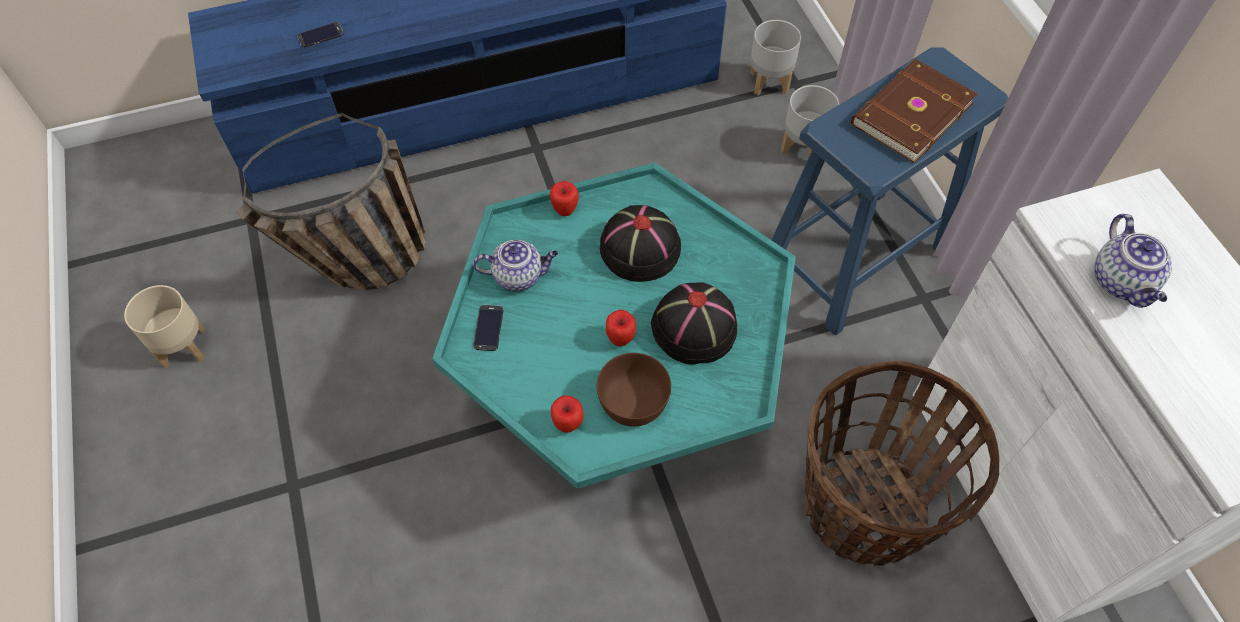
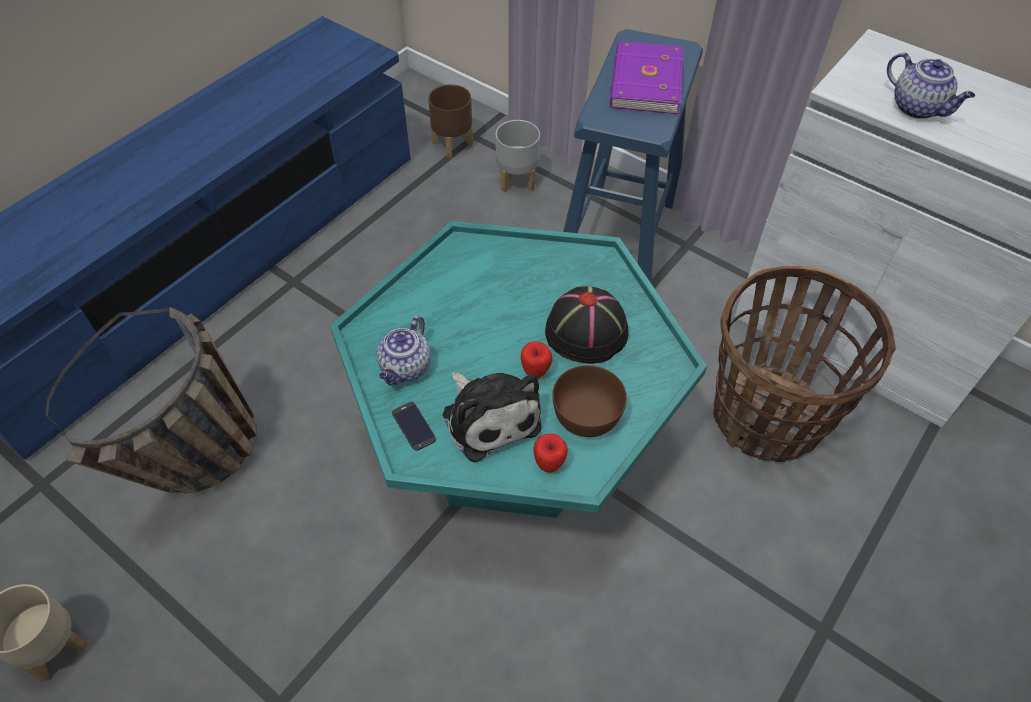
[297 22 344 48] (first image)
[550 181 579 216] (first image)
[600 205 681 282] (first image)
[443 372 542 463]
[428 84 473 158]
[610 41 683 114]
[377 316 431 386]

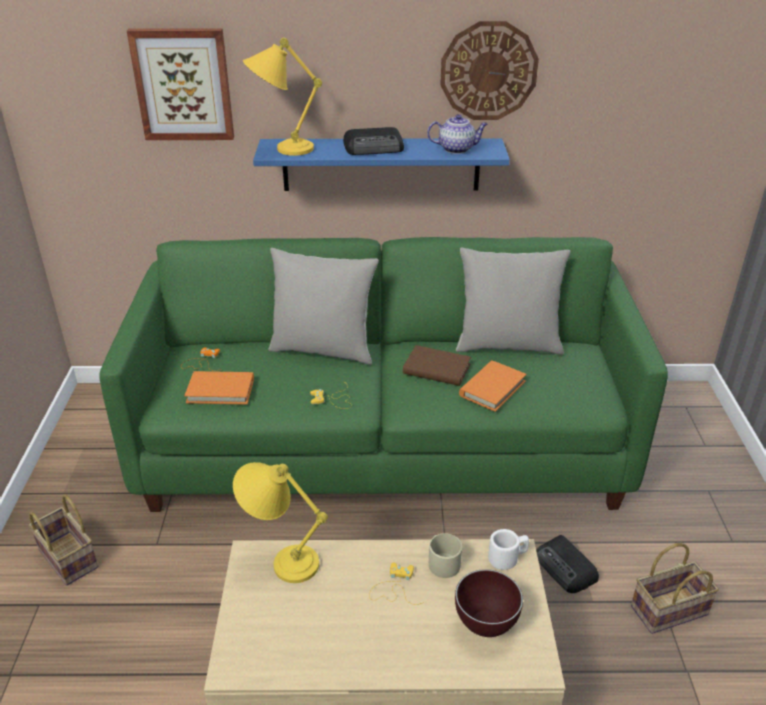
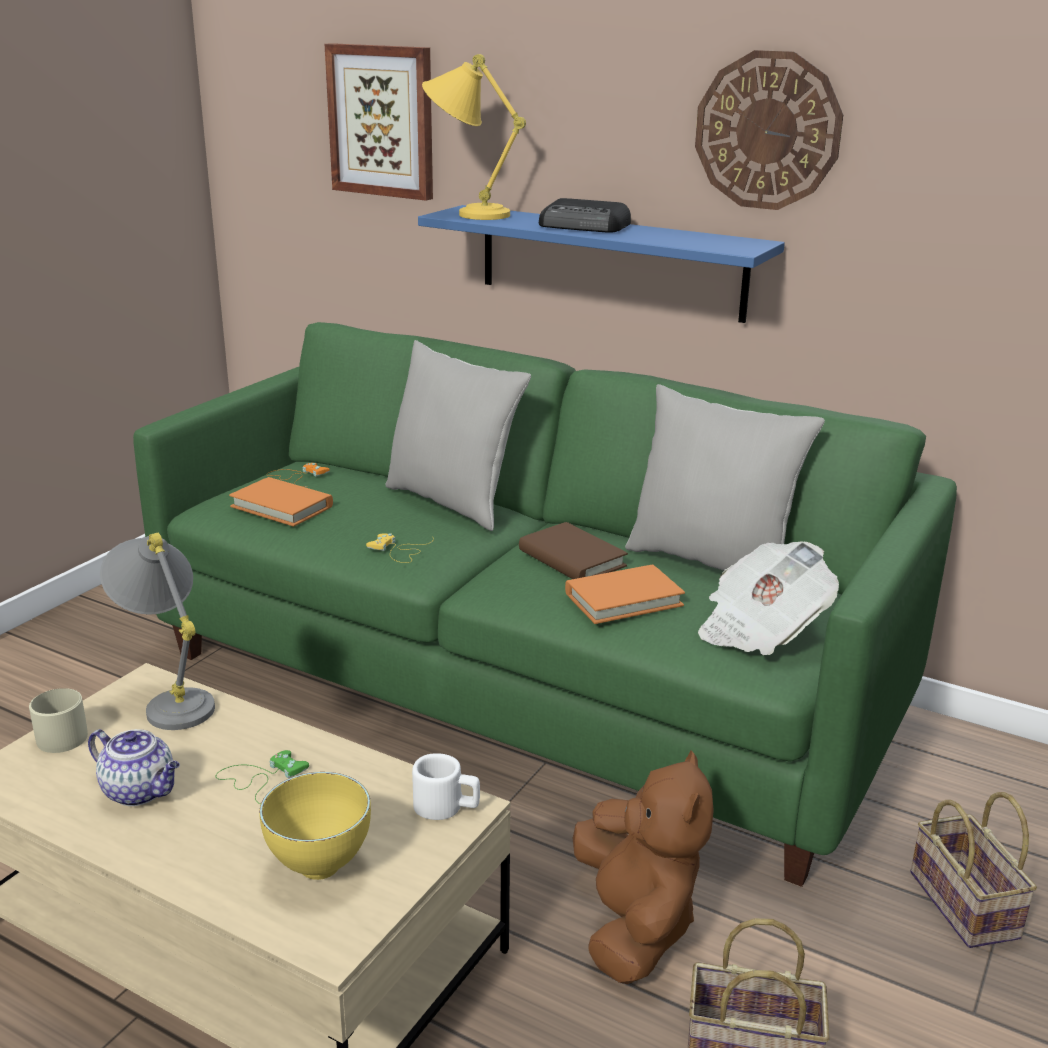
[698 541 839 655]
[910 792 1037 948]
[88 729 180 806]
[29 688 88 753]
[573 750 714 984]
[100 533 215 730]
[216 750 309 805]
[259 772 371 880]

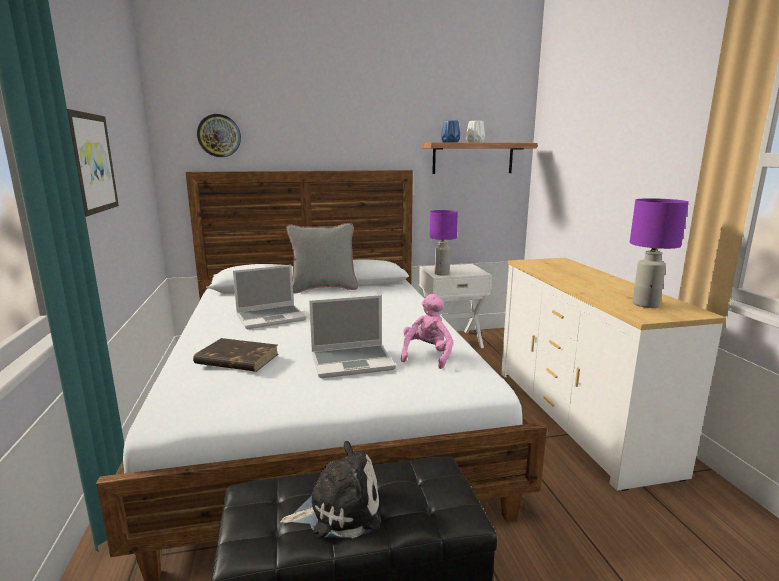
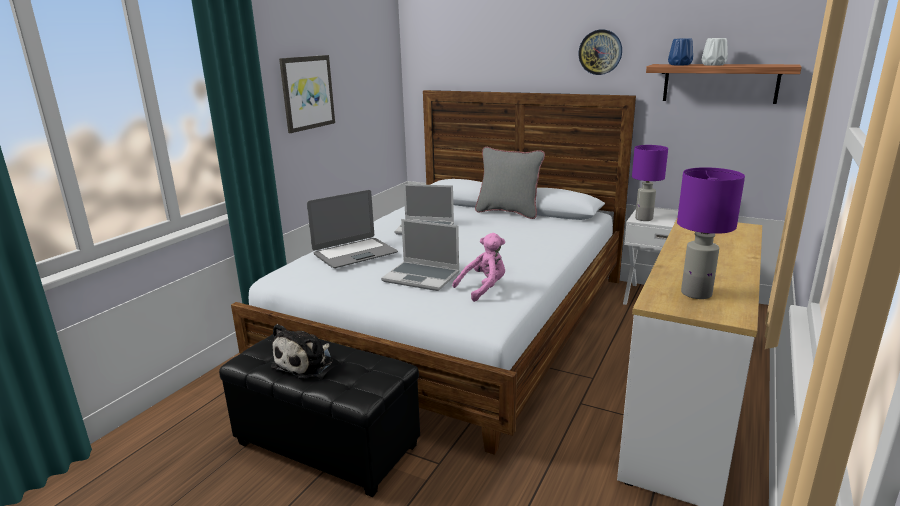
[578 30 622 75]
[307 190 398 268]
[271 324 333 379]

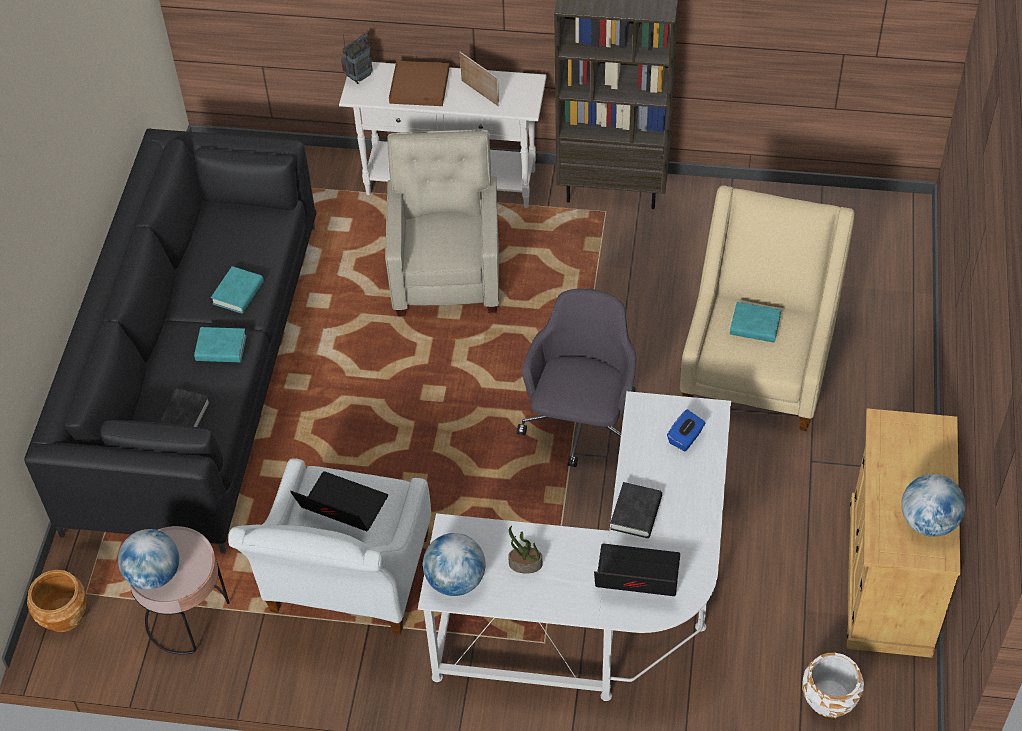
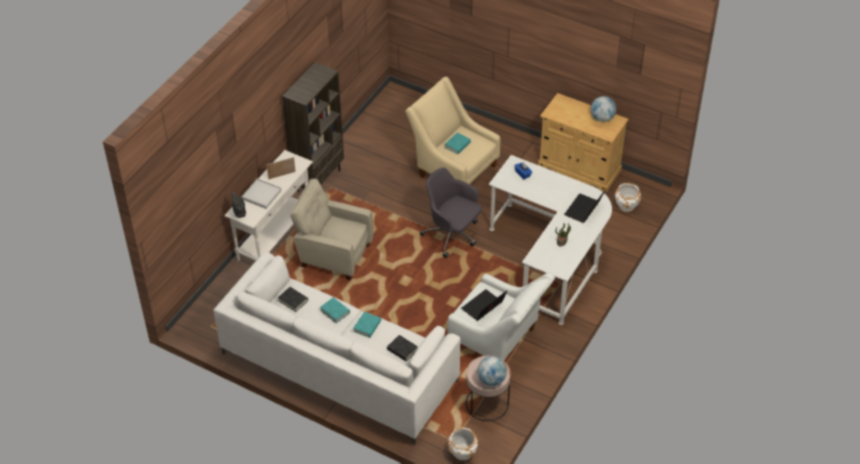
[423 533 486 596] (first image)
[278 287 308 312]
[213 252 460 445]
[448 428 478 461]
[242 179 282 209]

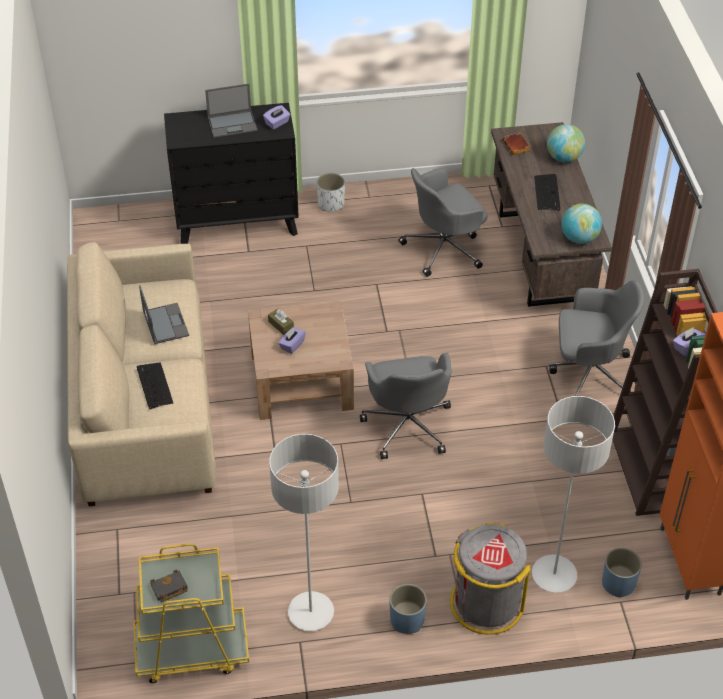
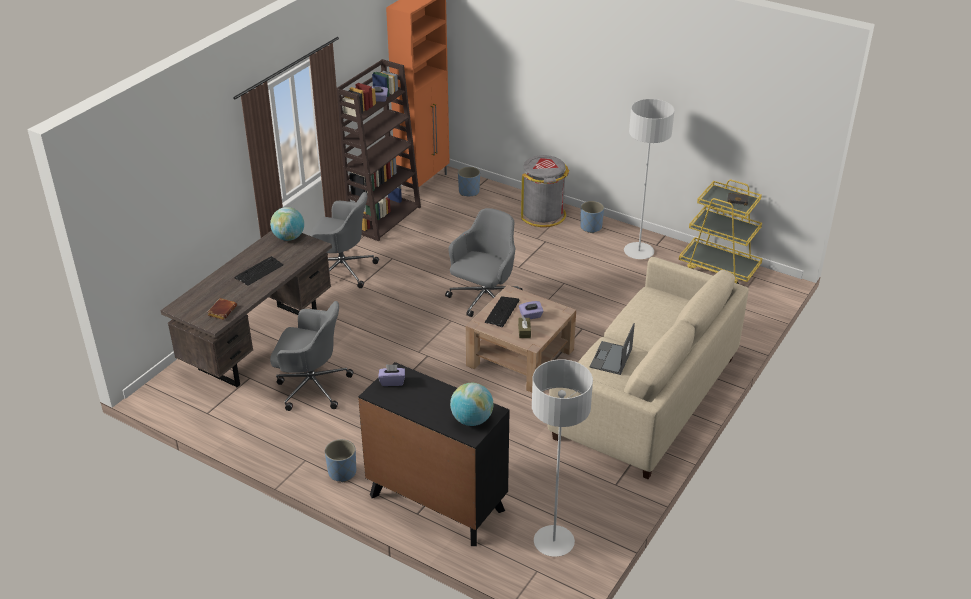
[205 83 258 138] (first image)
[484 296 520 327]
[532 359 593 557]
[450 383 493 426]
[325 439 356 482]
[309 192 379 288]

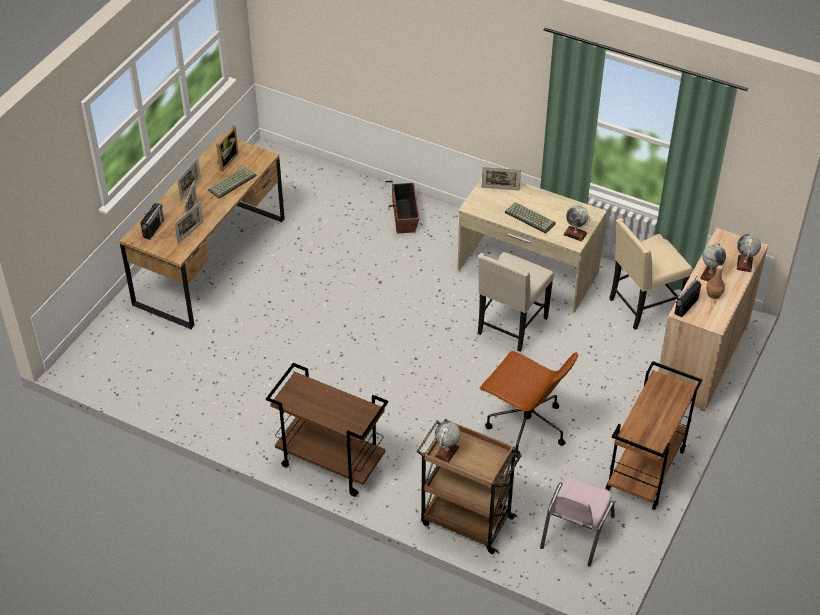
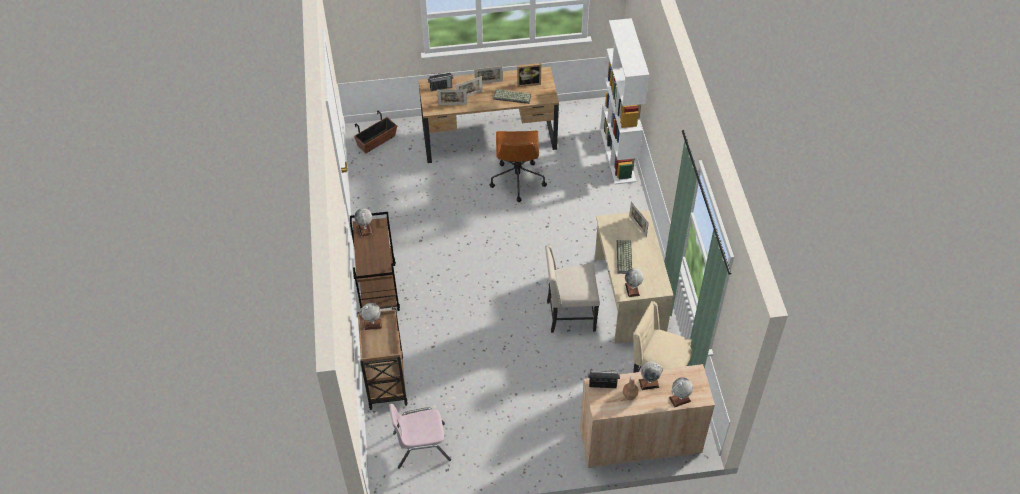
[605 361 703 510] (first image)
[354 208 372 237]
[600 18 649 184]
[354 111 397 153]
[490 131 547 202]

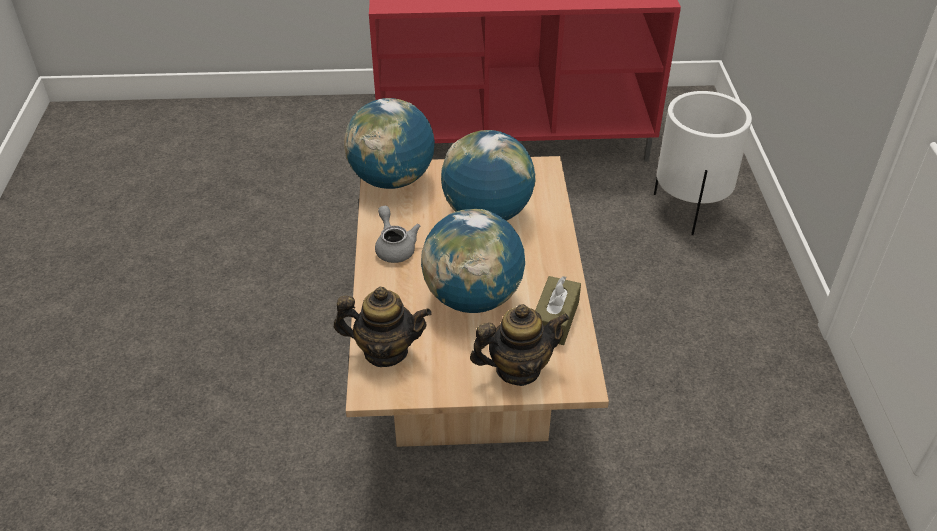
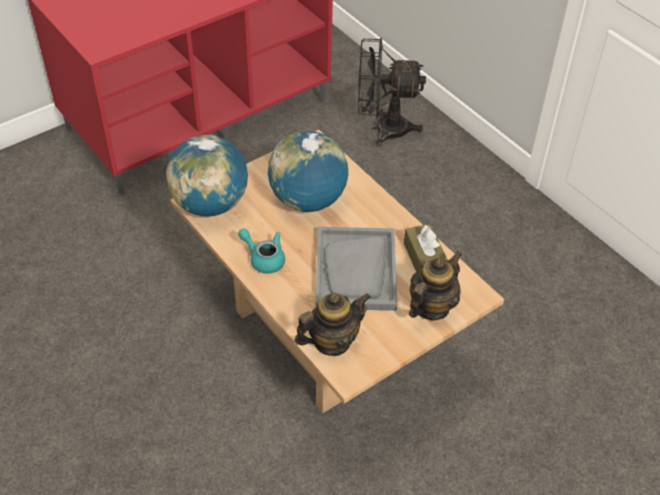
[315 227 397 311]
[358 38 426 146]
[238 228 285 274]

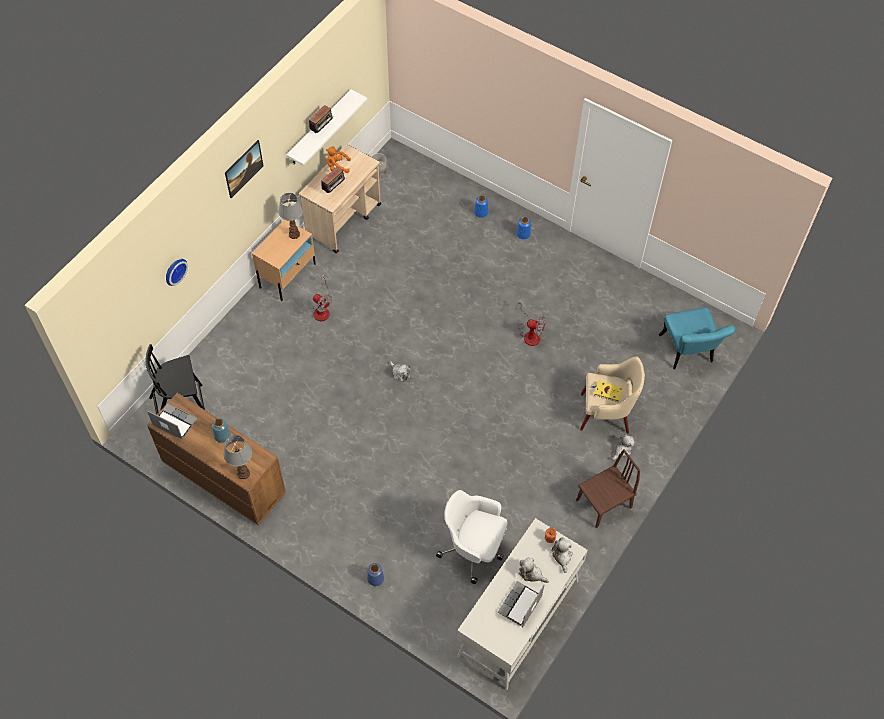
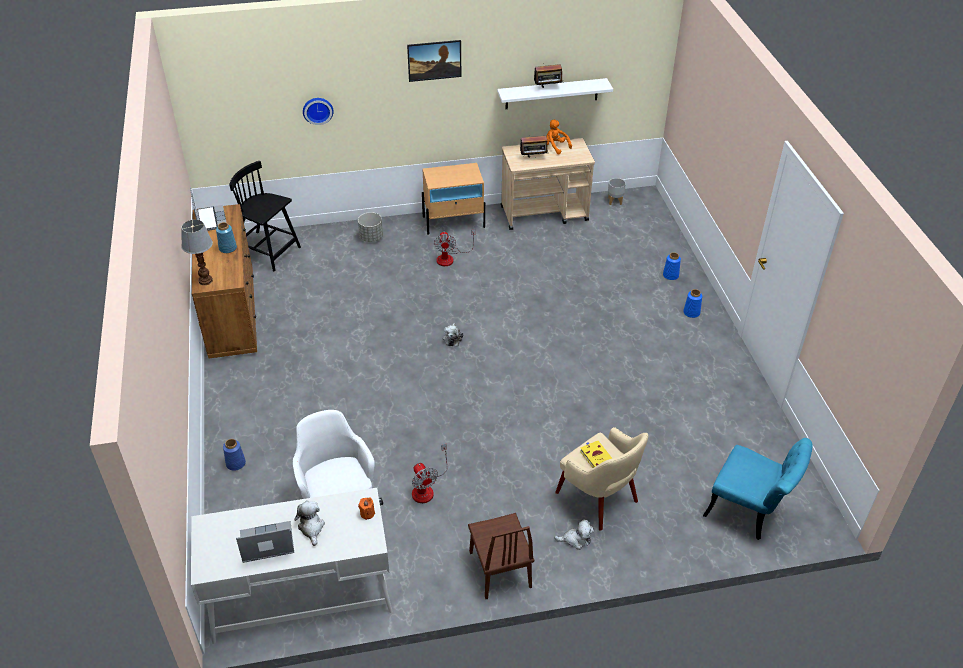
[279 193 303 239] (first image)
[551 537 572 573] (first image)
[358 212 383 242]
[412 443 447 503]
[468 513 534 599]
[703 438 812 540]

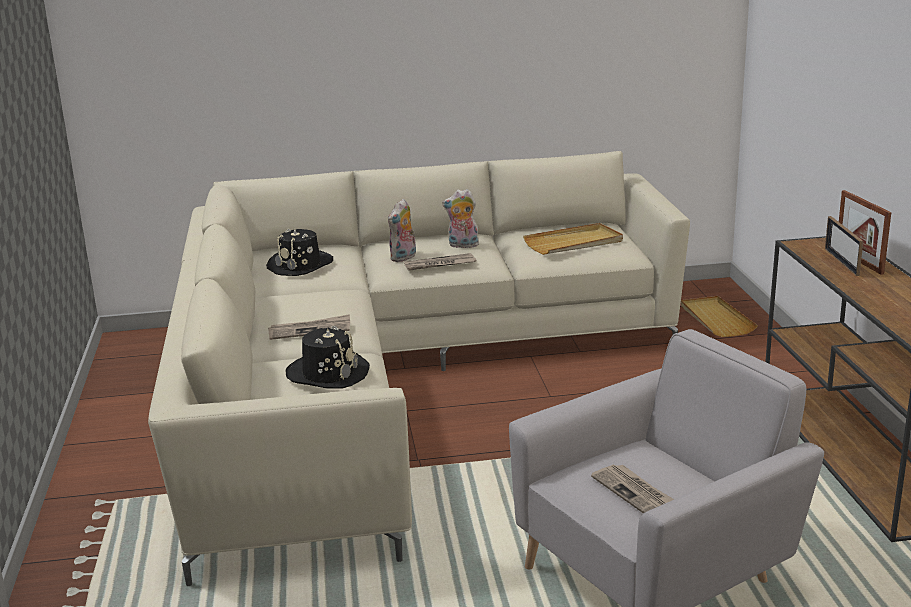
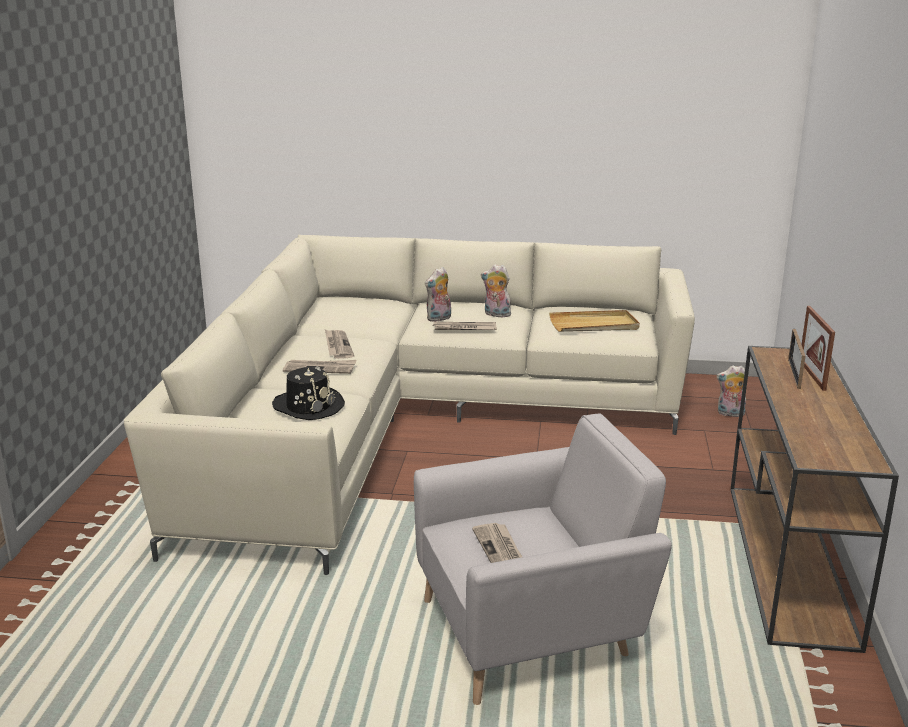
[266 229 333 276] (first image)
[325 330 354 359]
[717 366 746 417]

